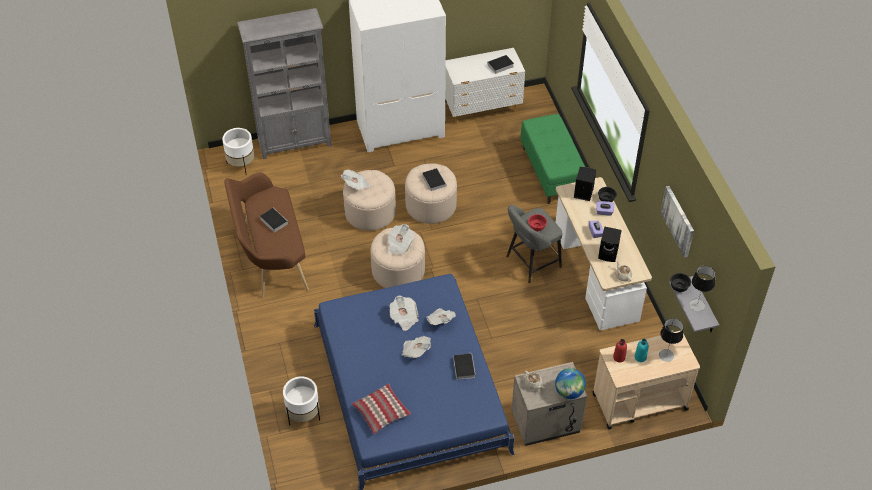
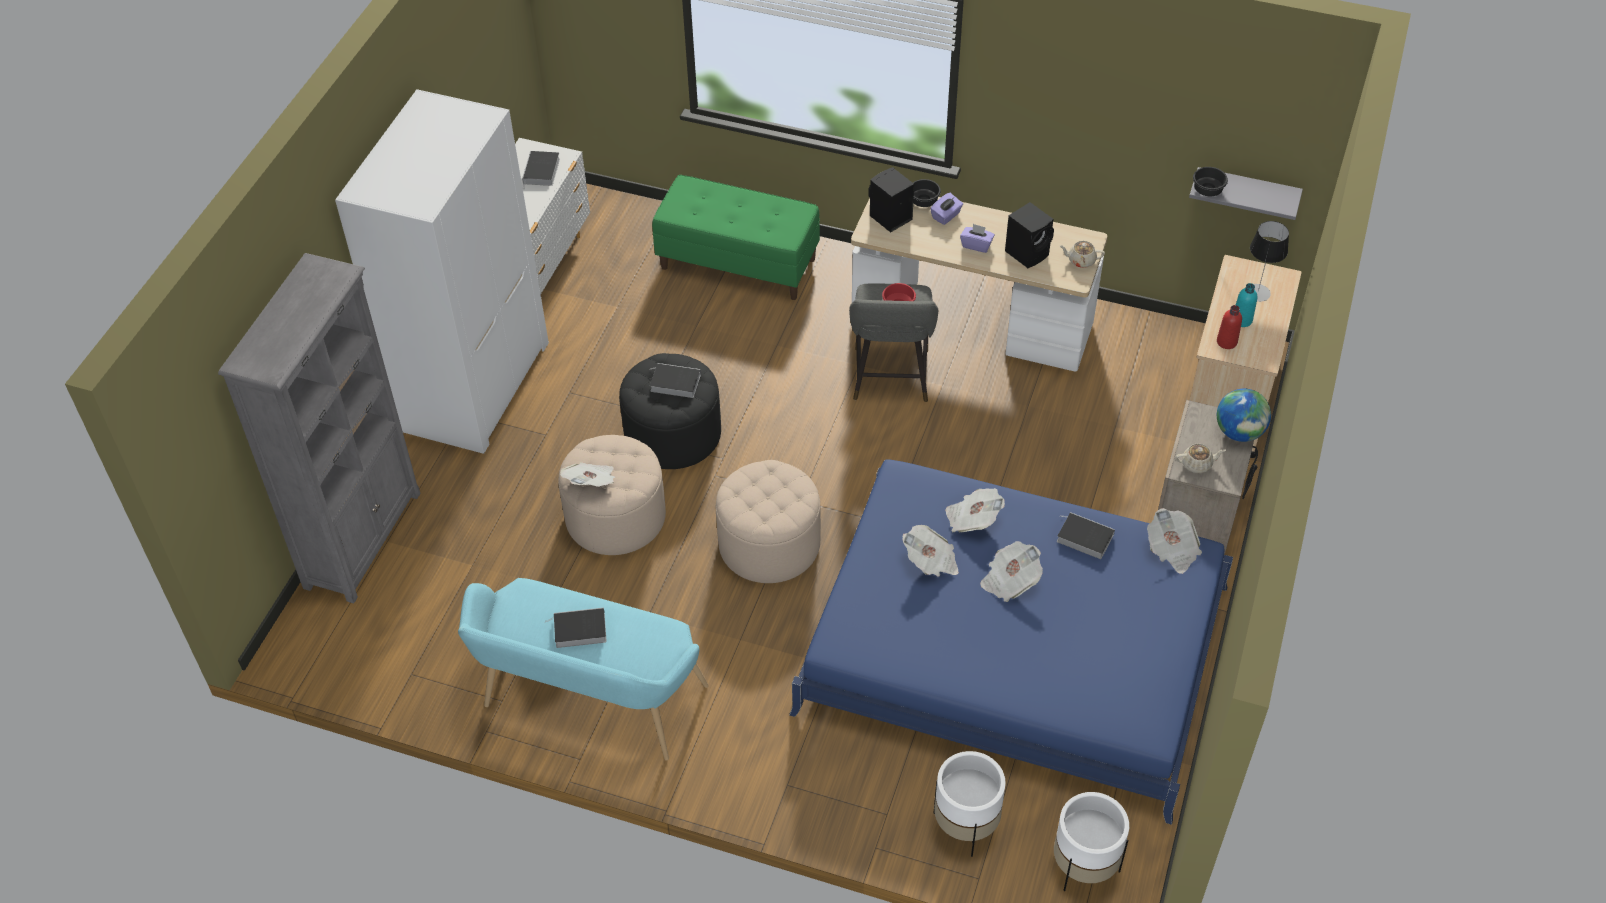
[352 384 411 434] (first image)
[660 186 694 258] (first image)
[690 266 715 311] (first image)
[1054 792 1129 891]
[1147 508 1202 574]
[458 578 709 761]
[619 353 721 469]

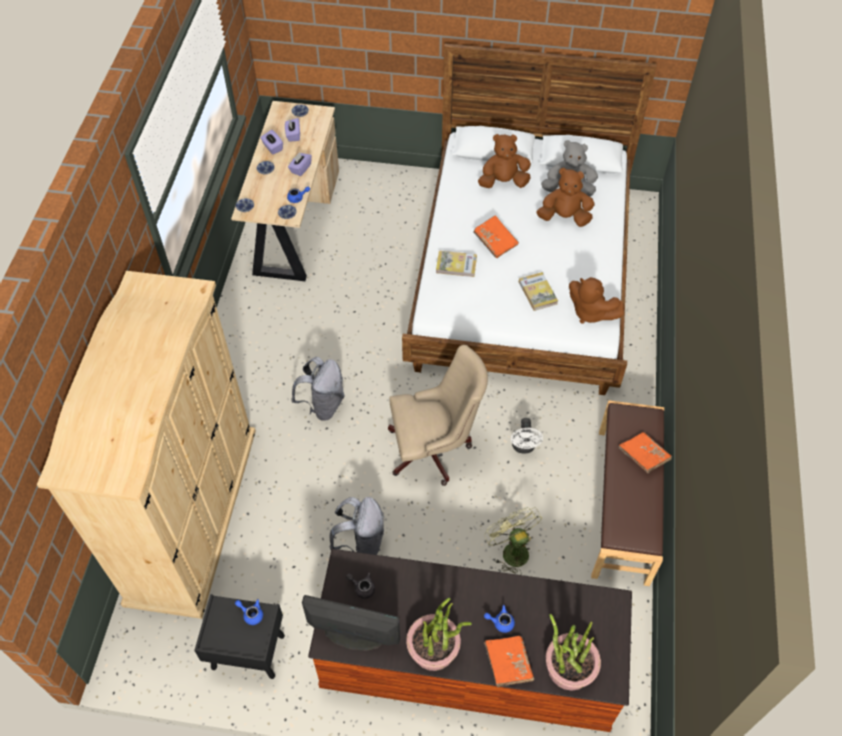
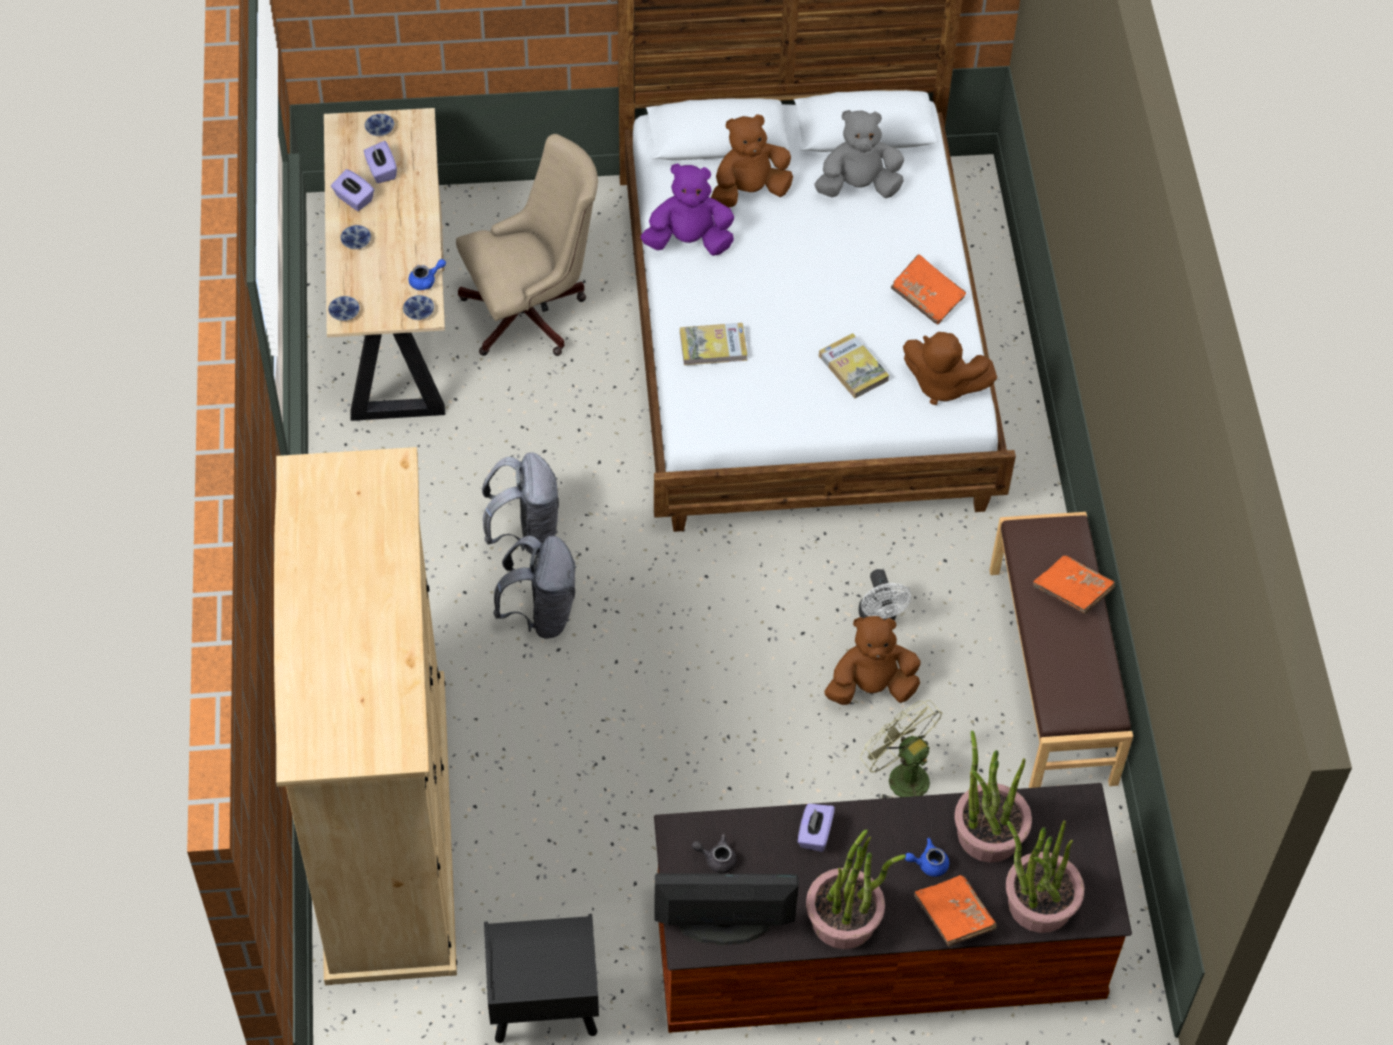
[235 599 263 625] (first image)
[641 164 734 256]
[954 730 1032 863]
[798 804 835 852]
[482 452 559 555]
[456 134 598 356]
[891 254 966 324]
[824 616 921 705]

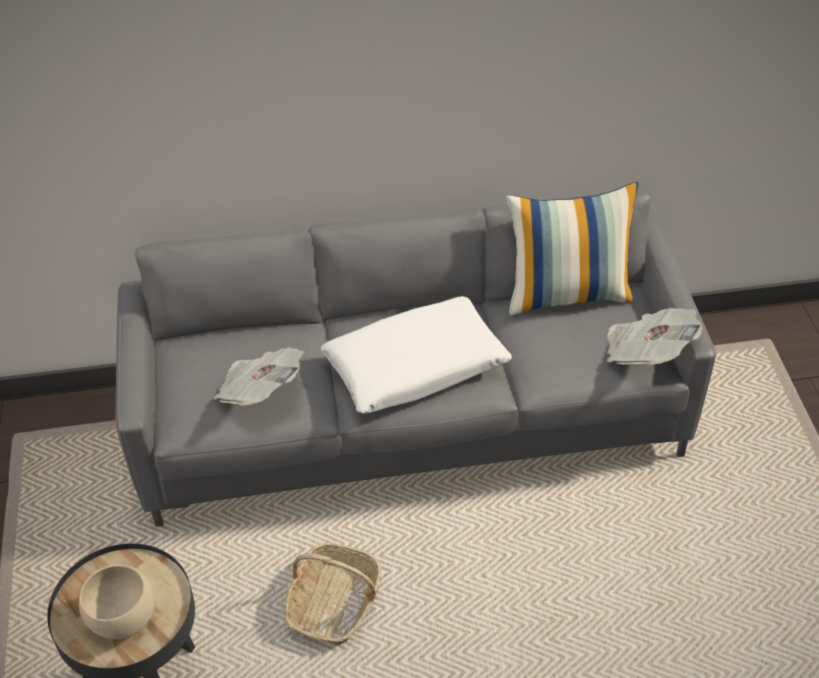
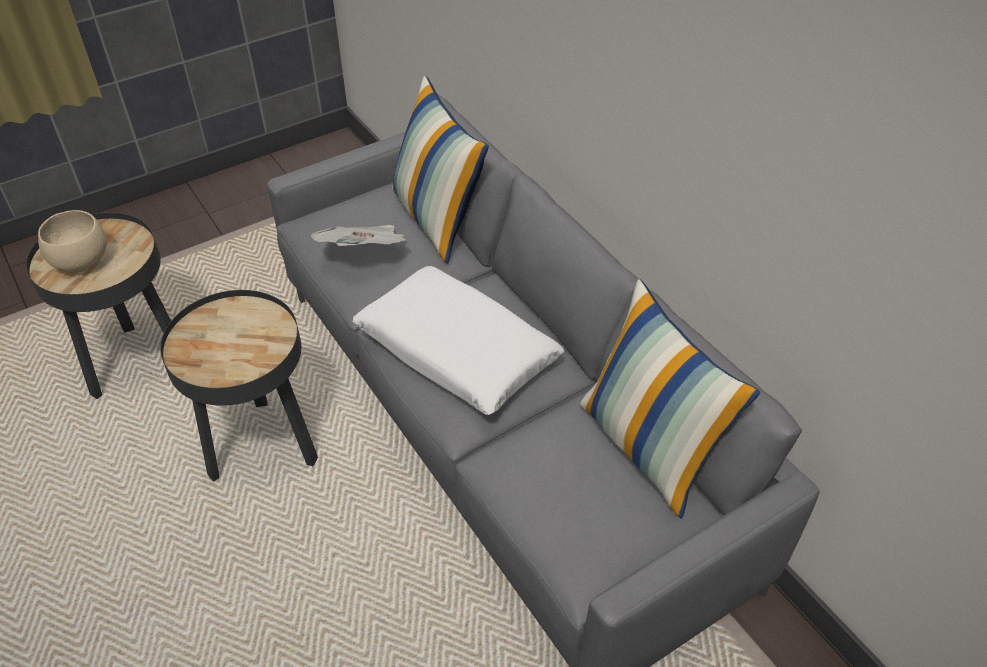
[607 308 702 365] (first image)
[392 76 489 264]
[160 290 318 482]

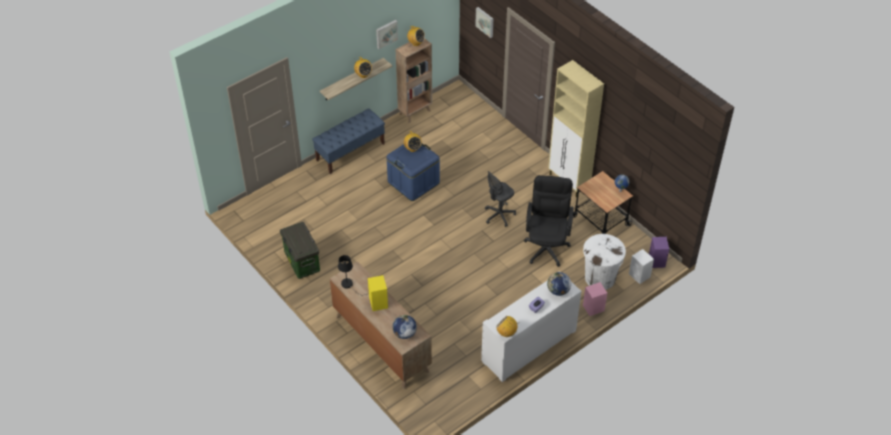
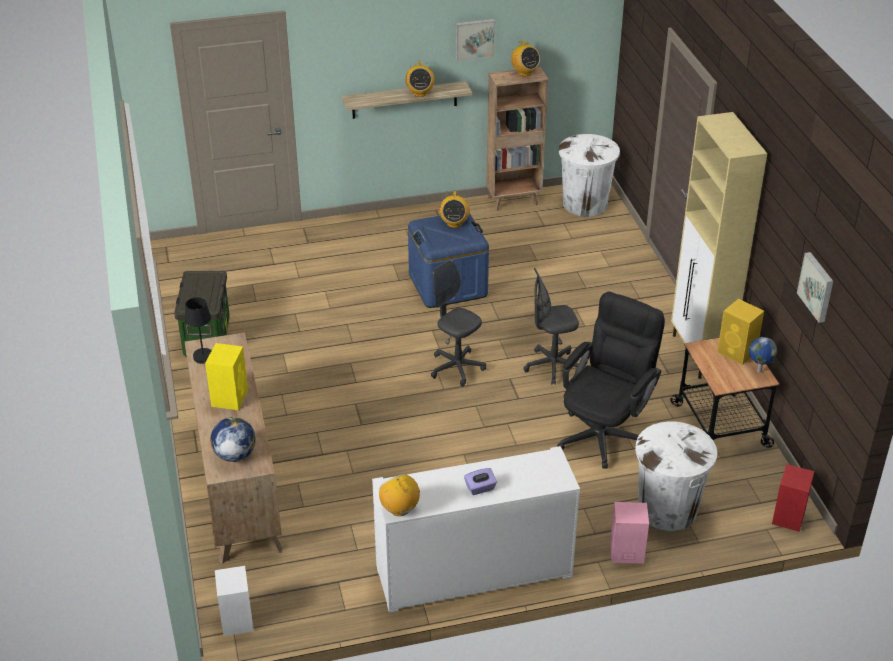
[312 108 385 174] (first image)
[547 272 571 296] (first image)
[431 259 486 387]
[559 134 620 217]
[717 299 764 365]
[797 252 833 323]
[215 566 254 636]
[772 464 814 532]

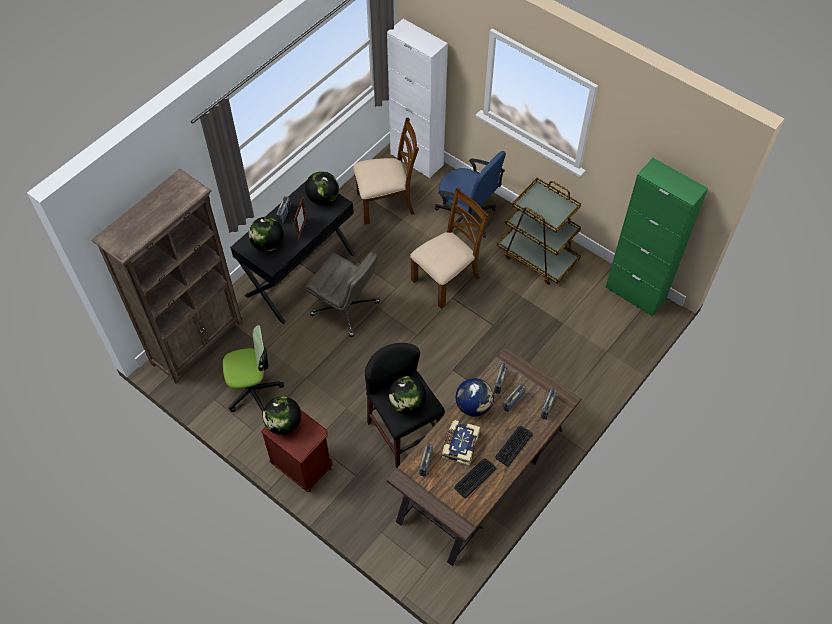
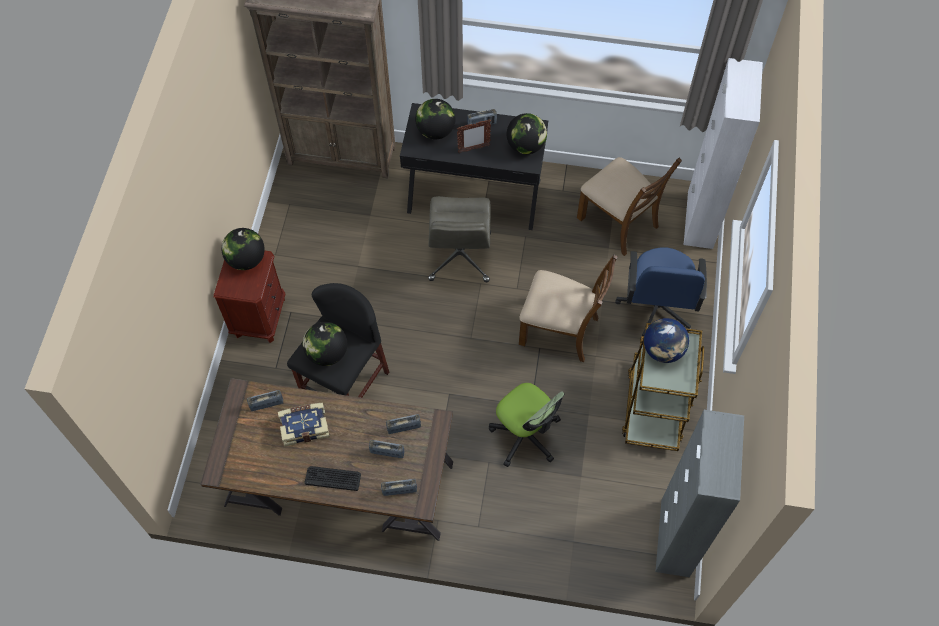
[454 458 496 498] (first image)
[489 383 564 467]
[644 318 689 363]
[655 410 744 577]

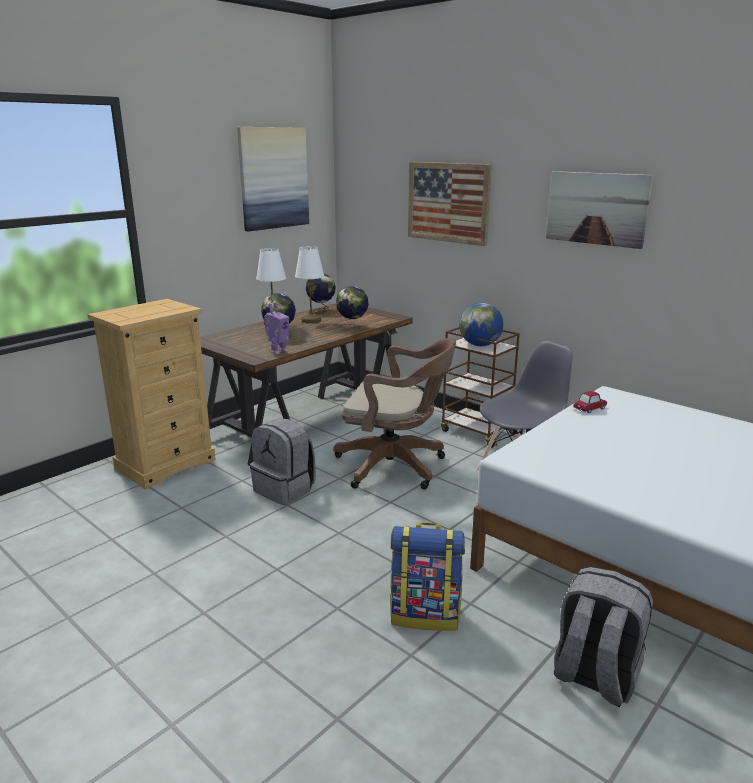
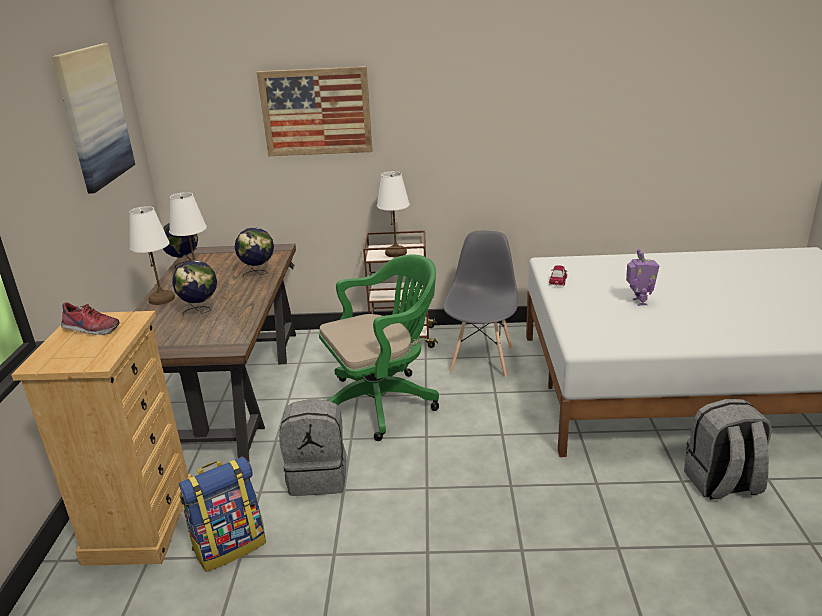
[546 171 654 249] (first image)
[61 302 120 335]
[626 249 659 306]
[179 457 266 572]
[377 171 410 257]
[319 254 439 441]

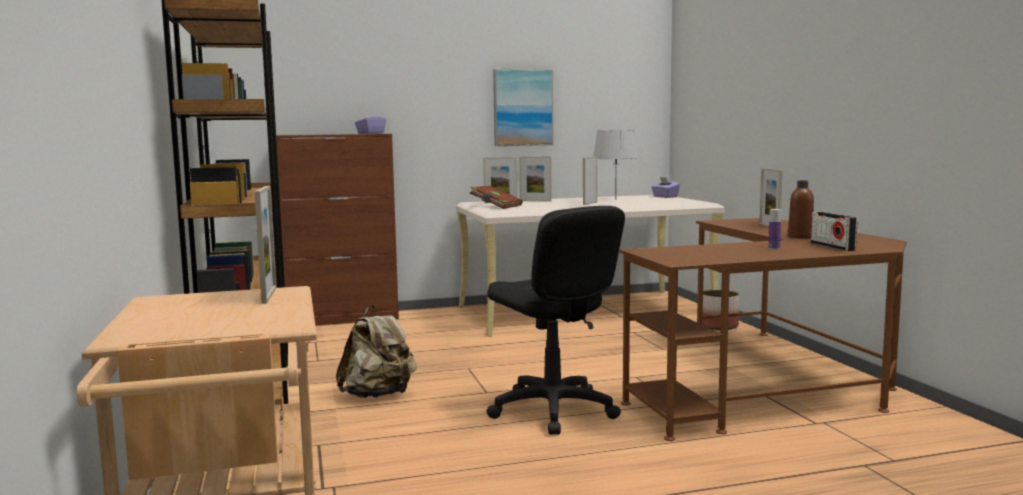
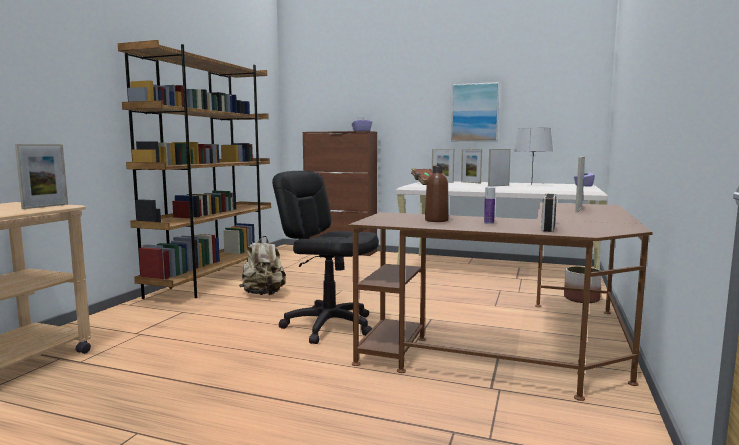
[425 166 449 222]
[272 171 379 344]

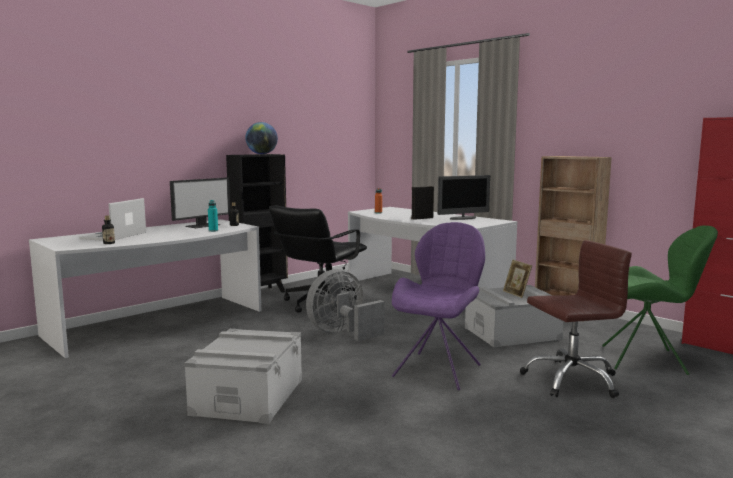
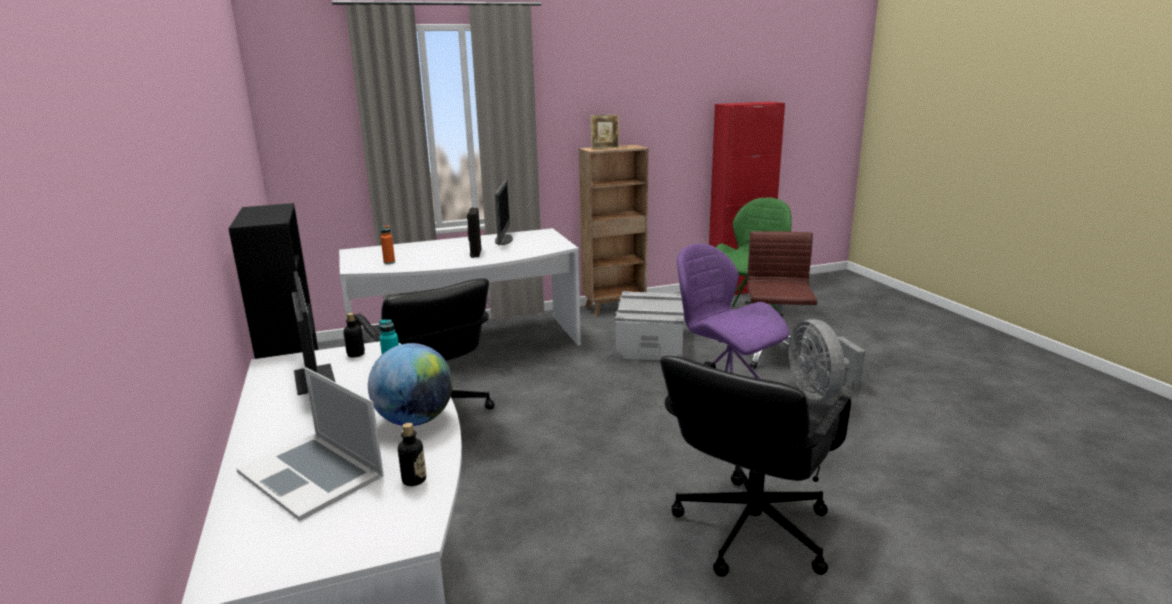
[368 343 453 426]
[789 319 865 401]
[591 115 619 149]
[660 356 851 577]

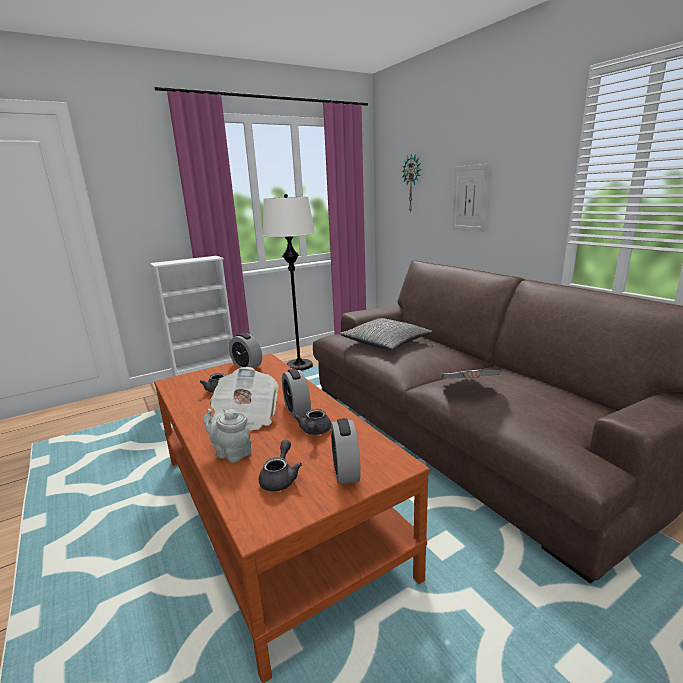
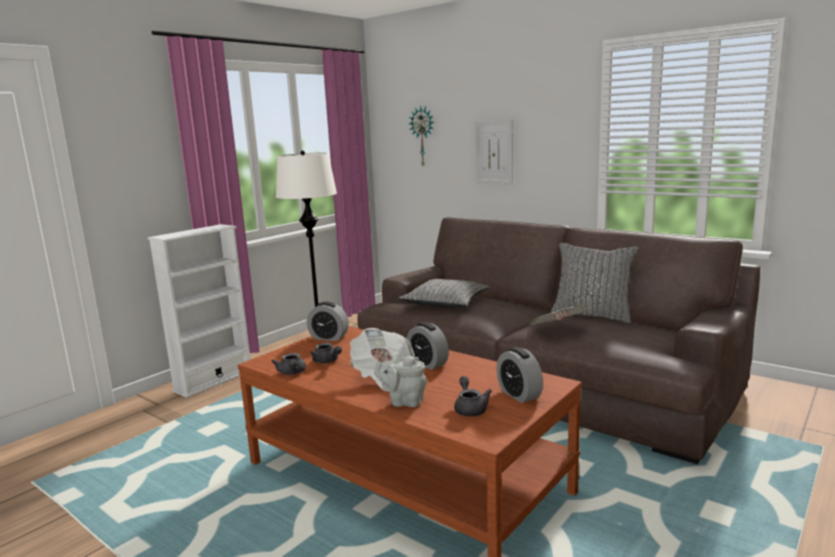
[550 243 639 323]
[271 353 306 375]

